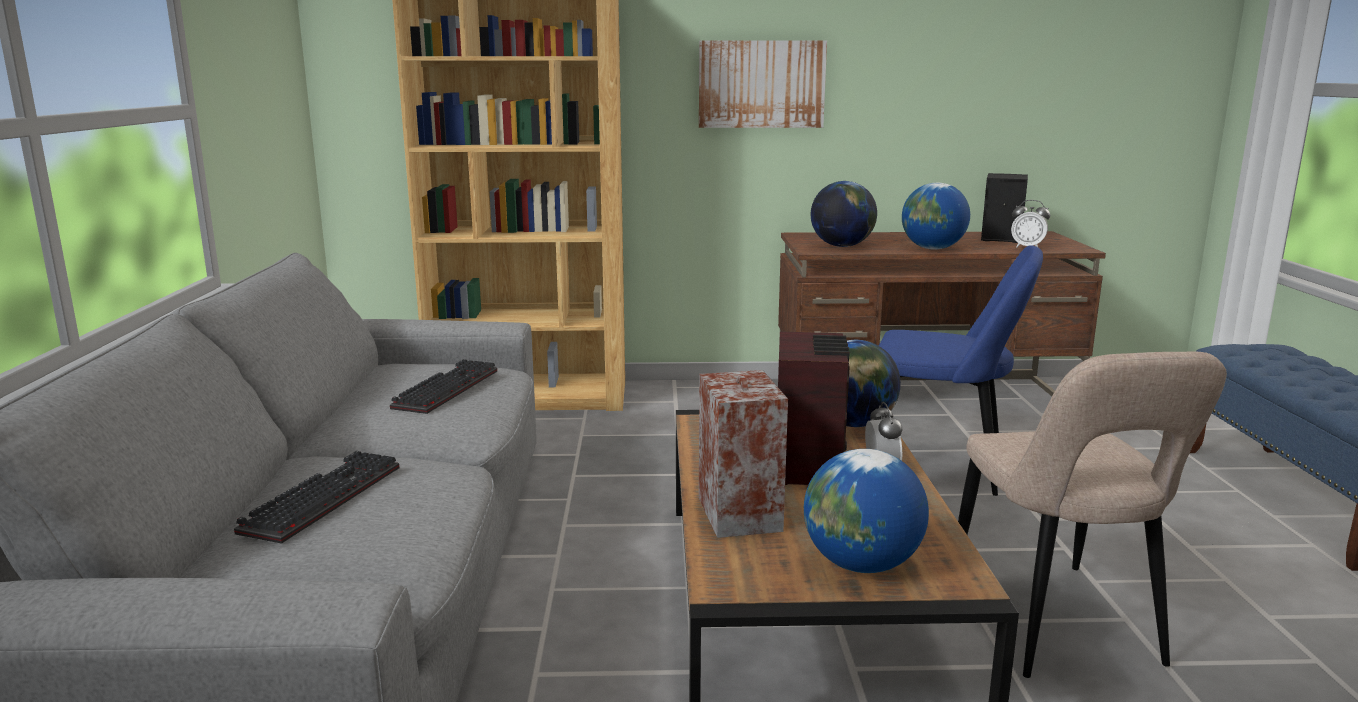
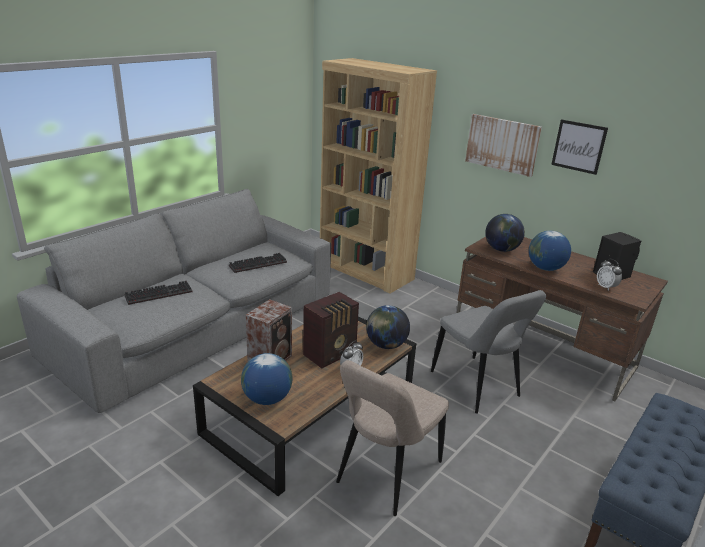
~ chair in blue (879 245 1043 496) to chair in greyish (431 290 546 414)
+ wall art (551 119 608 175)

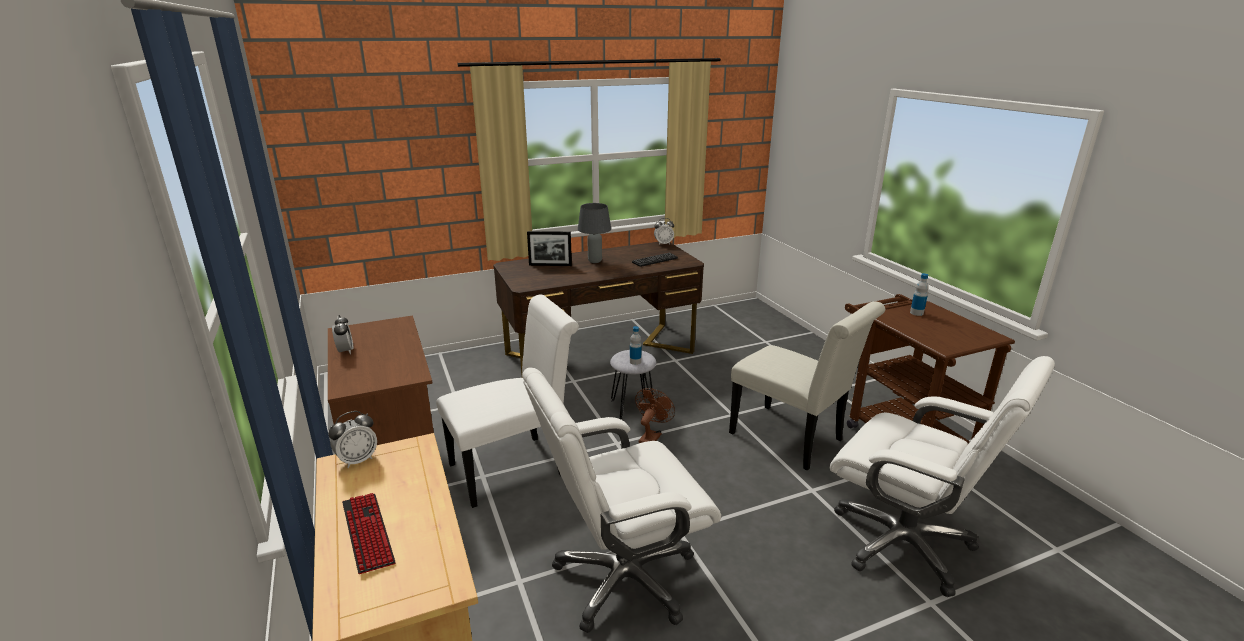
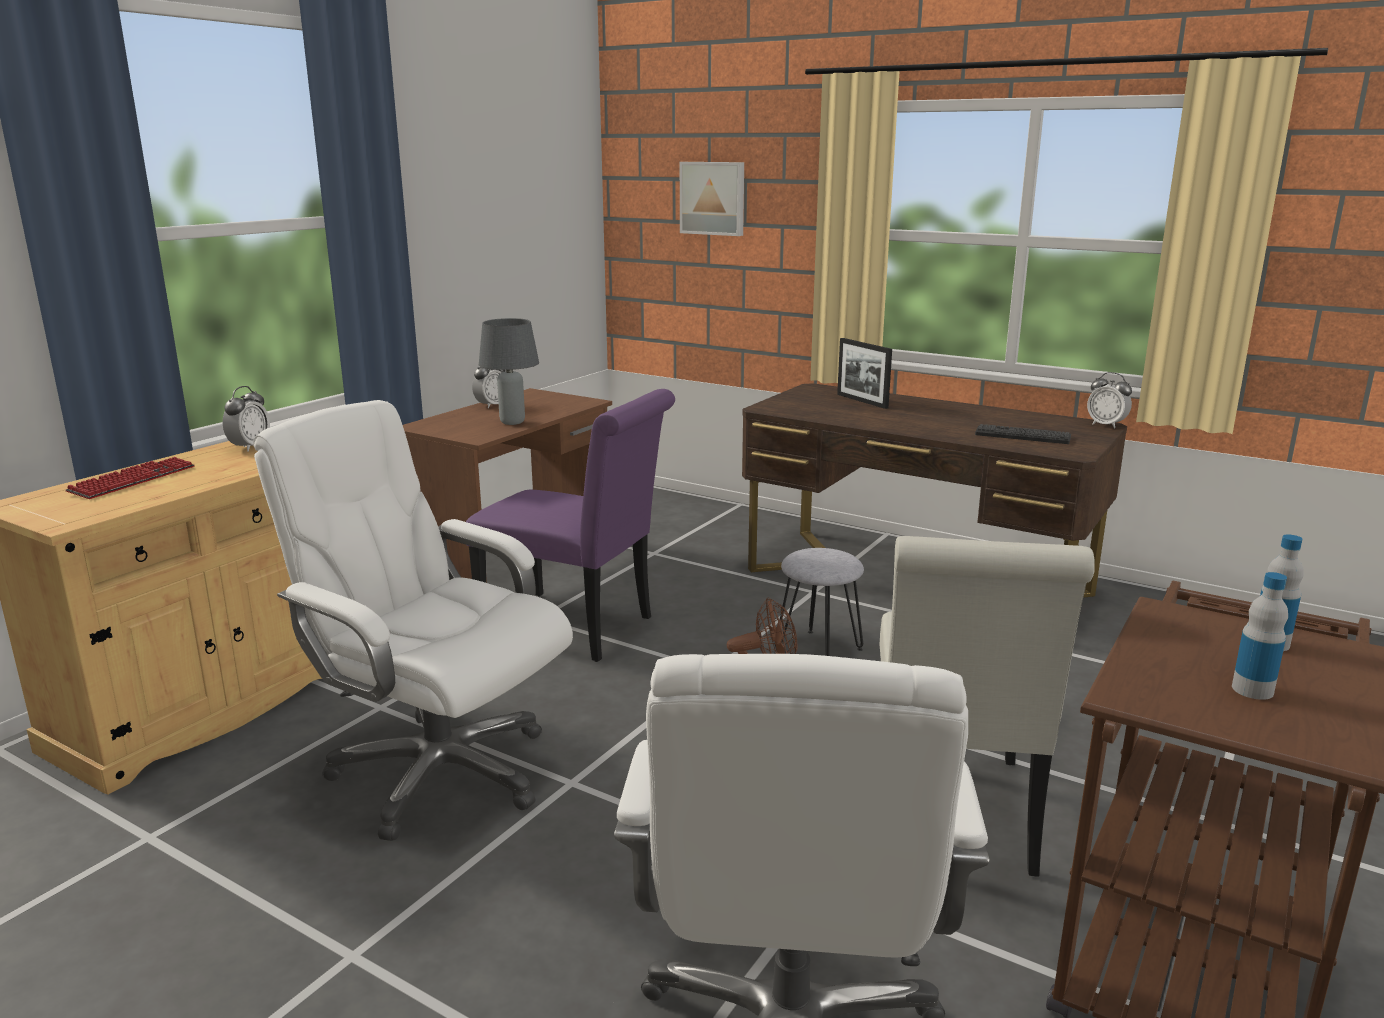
~ tabletop lamp in greyish (578 203 611 263) to (479 318 539 425)
~ chair in whitish (436 294 579 508) to chair in purple-coloured (466 389 675 662)
~ bottle (630 326 642 365) to (1232 572 1288 700)
~ bedside clock (328 411 377 468) = (223 386 270 452) 90 degrees counterclockwise
+ wall art (680 162 744 236)

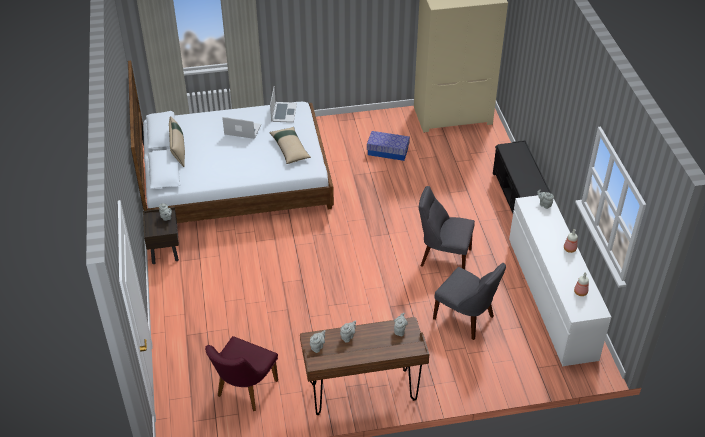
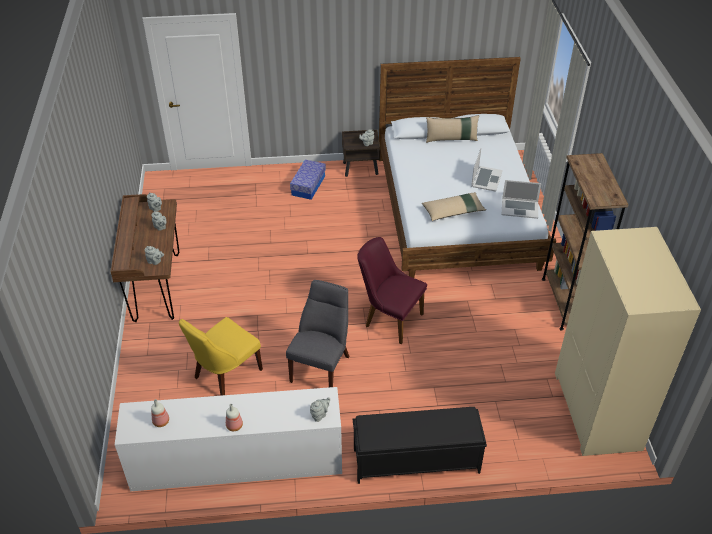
~ storage box (367 131 410 161) to (290 160 326 200)
~ chair in greyish (433 263 506 340) to chair in yellow-coloured (179 317 263 396)
~ chair in purple-coloured (205 336 278 411) to (357 237 427 344)
+ bookshelf in brownish (542 153 628 331)

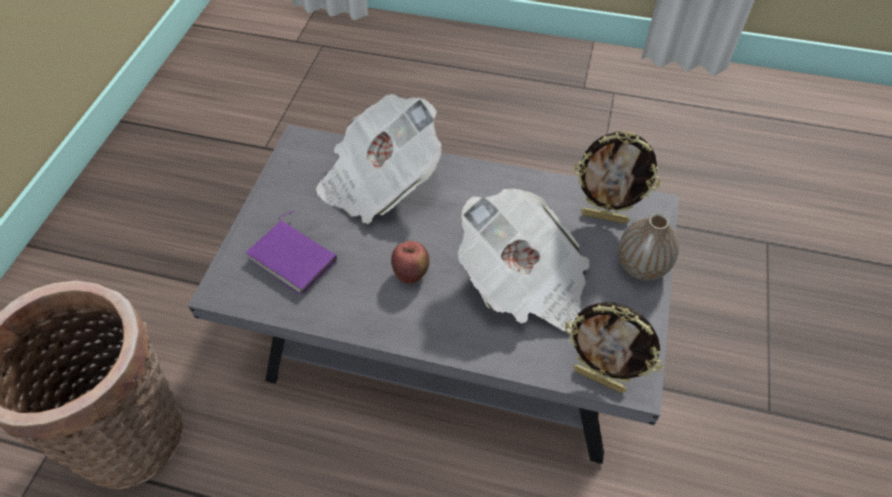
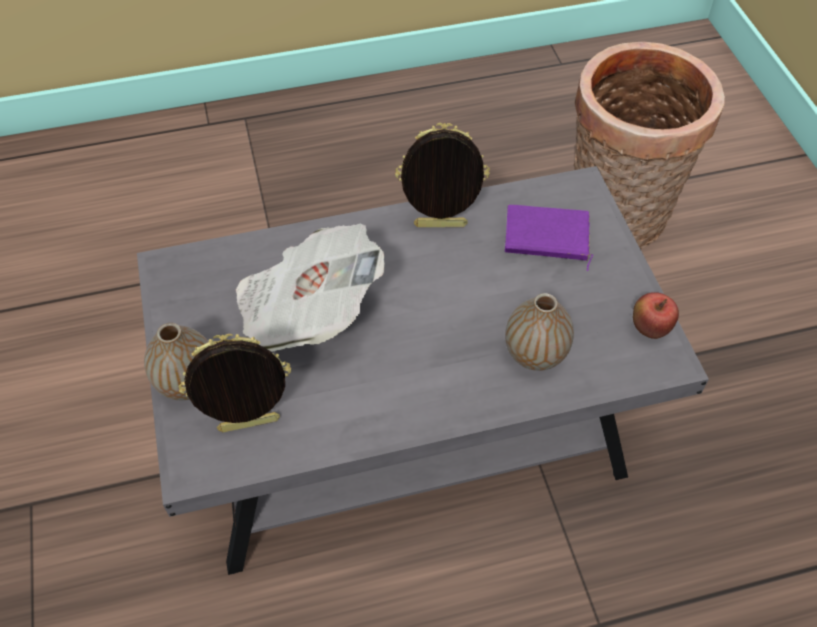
~ newspaper (316 94 442 224) to vase (505 293 574 371)
~ apple fruit (391 241 429 284) to (633 292 679 339)
~ standing frame (565 303 663 393) to (395 123 490 227)

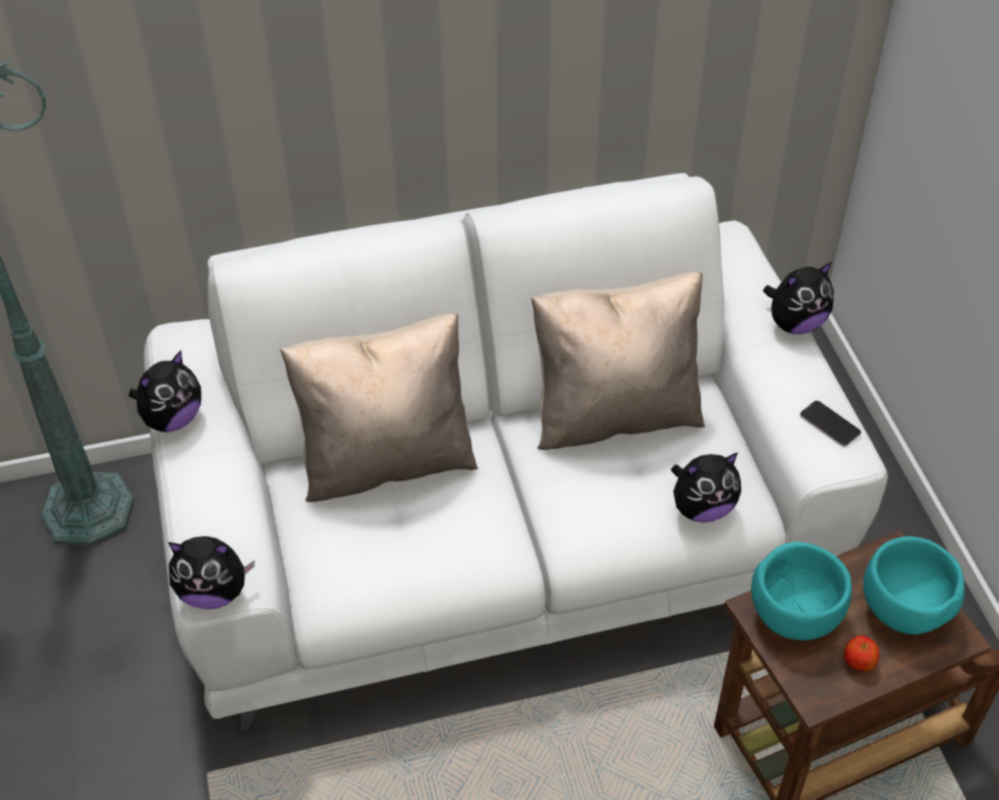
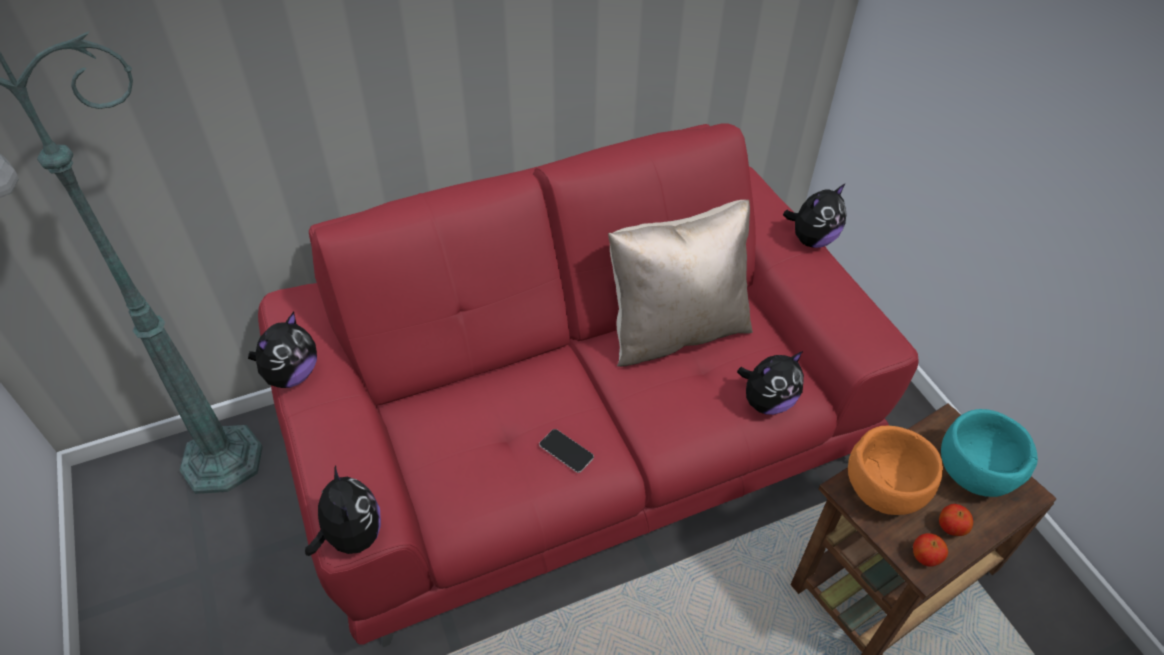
~ couch in whitish (144 173 888 732) to couch in red (258 123 919 647)
- cushion in beige (280 313 478 502)
~ phone (800 400 861 447) to (539 429 594 473)
~ plush toy (168 536 255 609) = (305 465 381 556) 105 degrees counterclockwise
~ bowl in turquoise (751 542 852 640) to bowl in orange-coloured (848 426 943 515)
+ apple fruit (913 533 948 567)

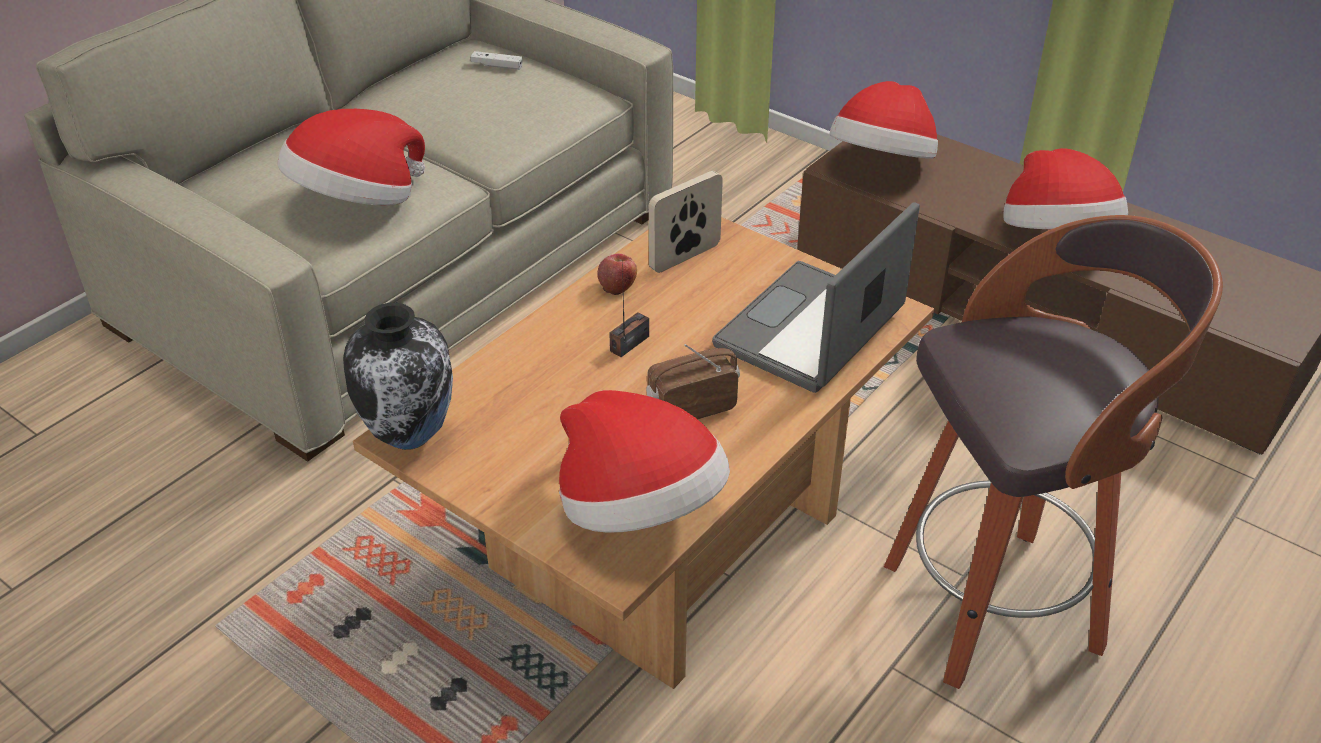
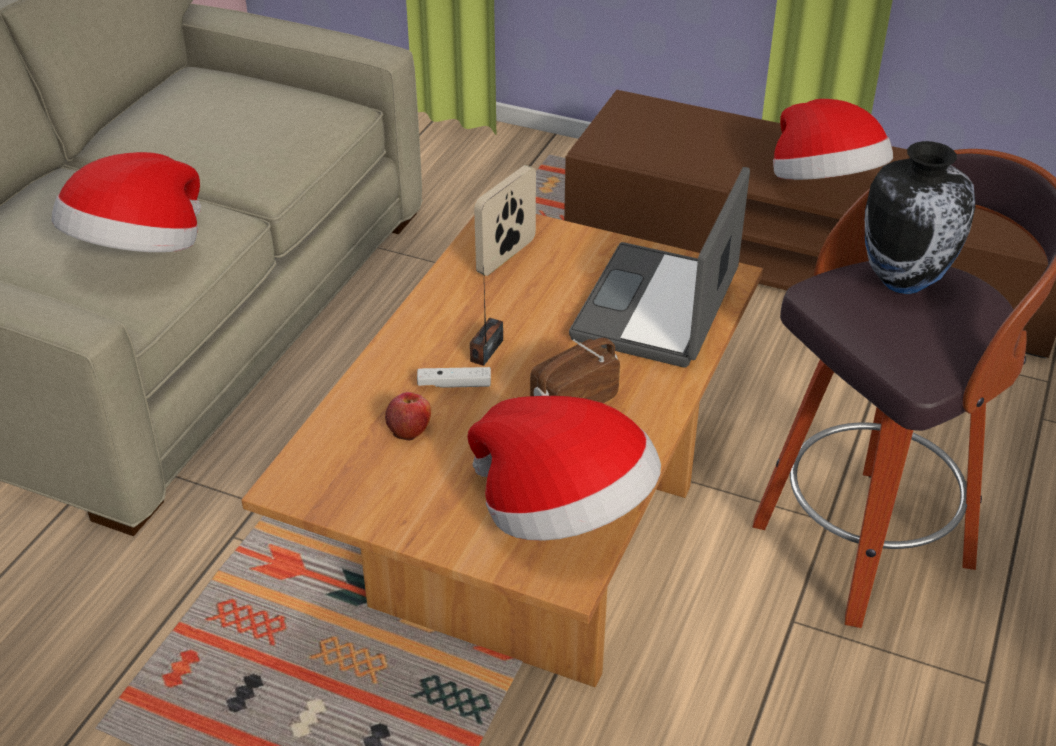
~ game controller in whitish (471 51 522 70) to (417 367 491 388)
- hat (830 81 938 159)
~ apple fruit (597 253 637 295) to (385 392 431 441)
~ vase (343 303 453 450) to (865 141 975 294)

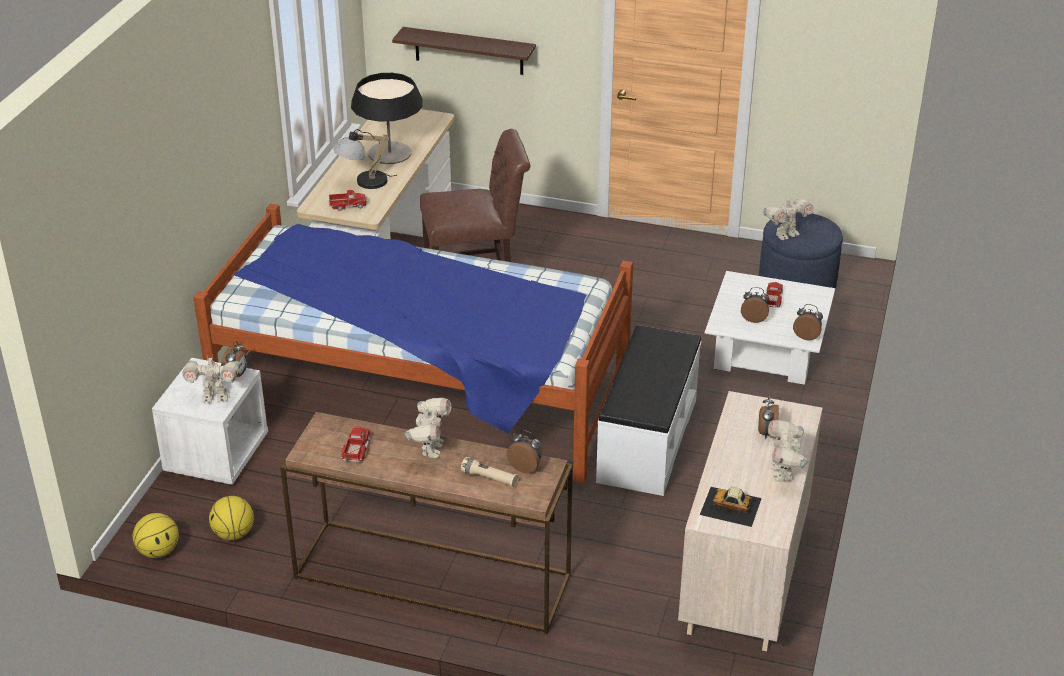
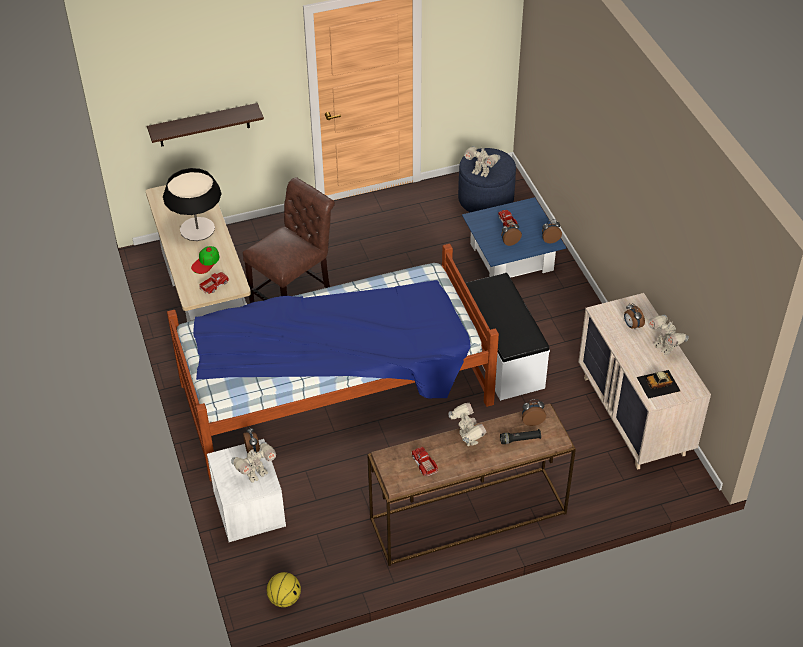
~ tabletop lamp (333 129 397 189) to cap (191 246 219 274)
~ model robot (763 198 814 240) = (464 146 500 177) 90 degrees clockwise
~ coffee table in whitish (704 271 835 385) to coffee table in blue (462 197 566 278)
~ torch in beige (461 457 518 487) to torch in blackish (500 429 541 444)
- basketball (209 496 254 540)

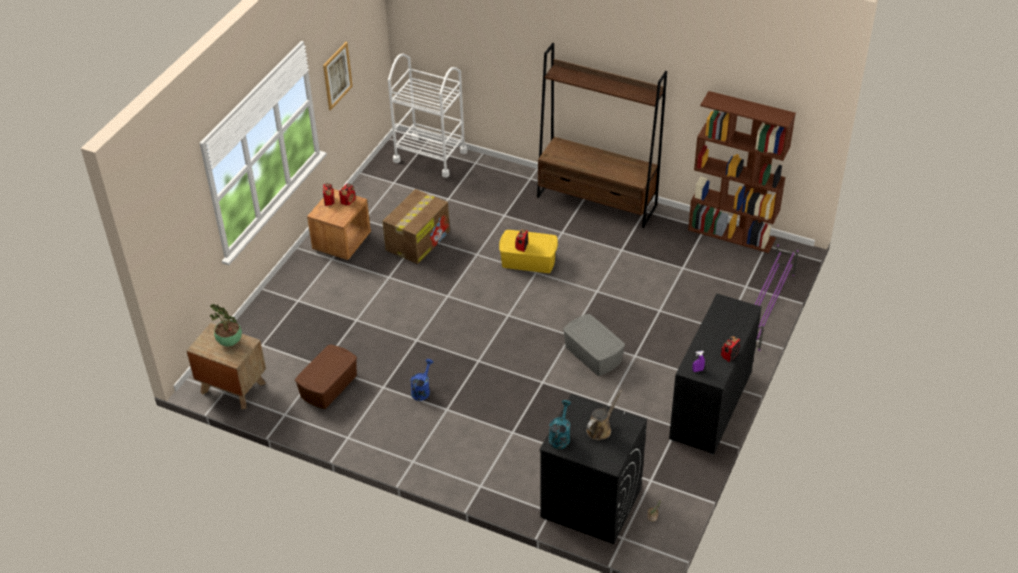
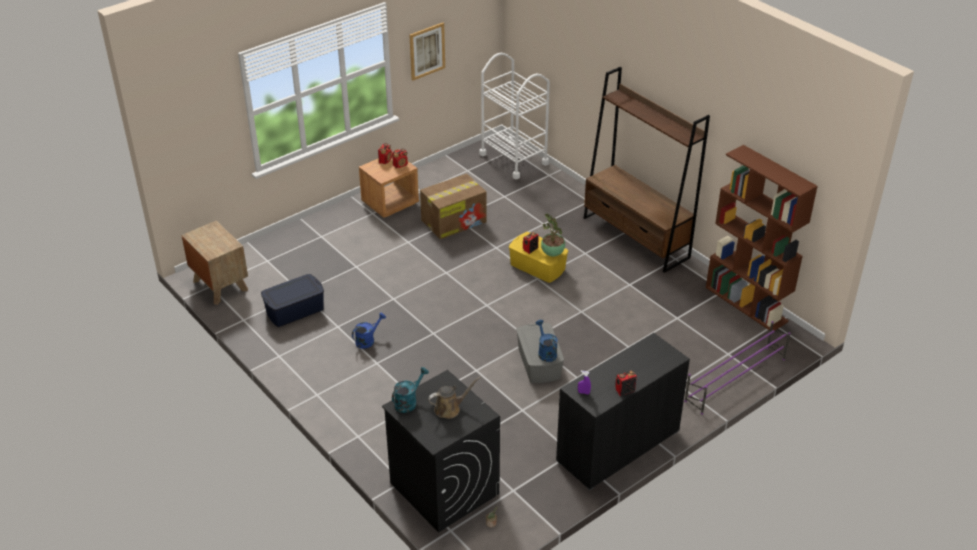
~ potted plant (210 304 242 346) to (541 214 565 257)
~ storage box in brownish (295 345 357 409) to storage box in blue (261 274 324 327)
+ watering pot in blue (536 320 558 362)

